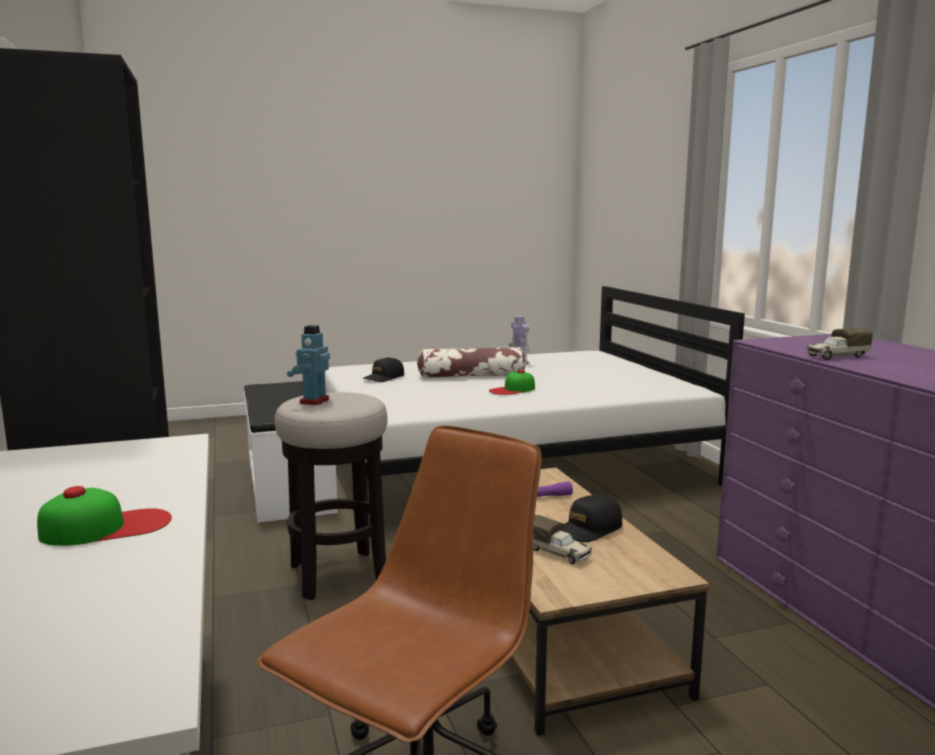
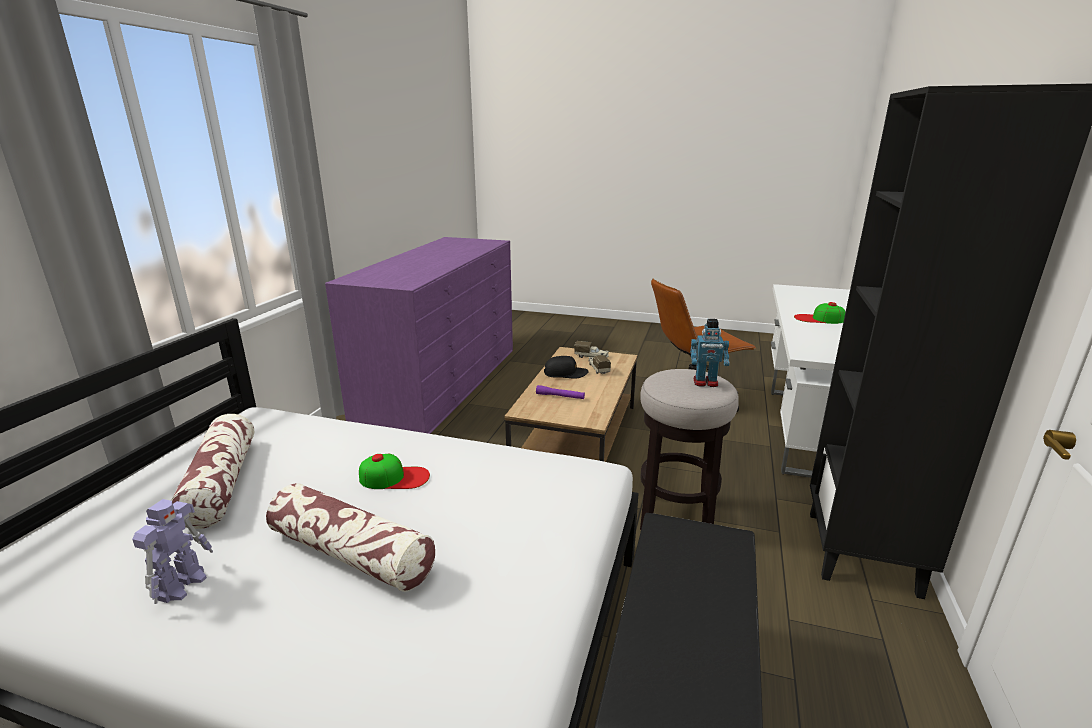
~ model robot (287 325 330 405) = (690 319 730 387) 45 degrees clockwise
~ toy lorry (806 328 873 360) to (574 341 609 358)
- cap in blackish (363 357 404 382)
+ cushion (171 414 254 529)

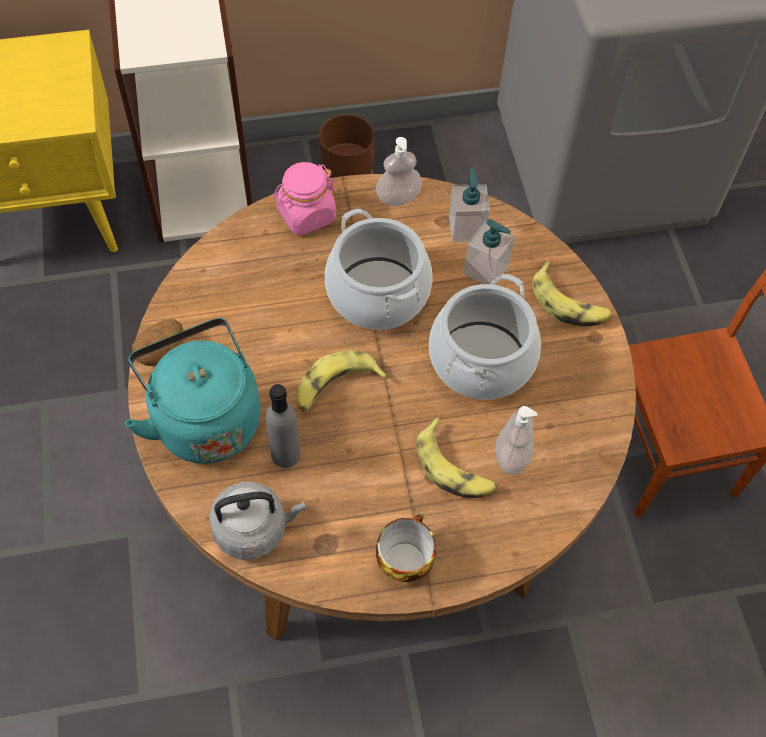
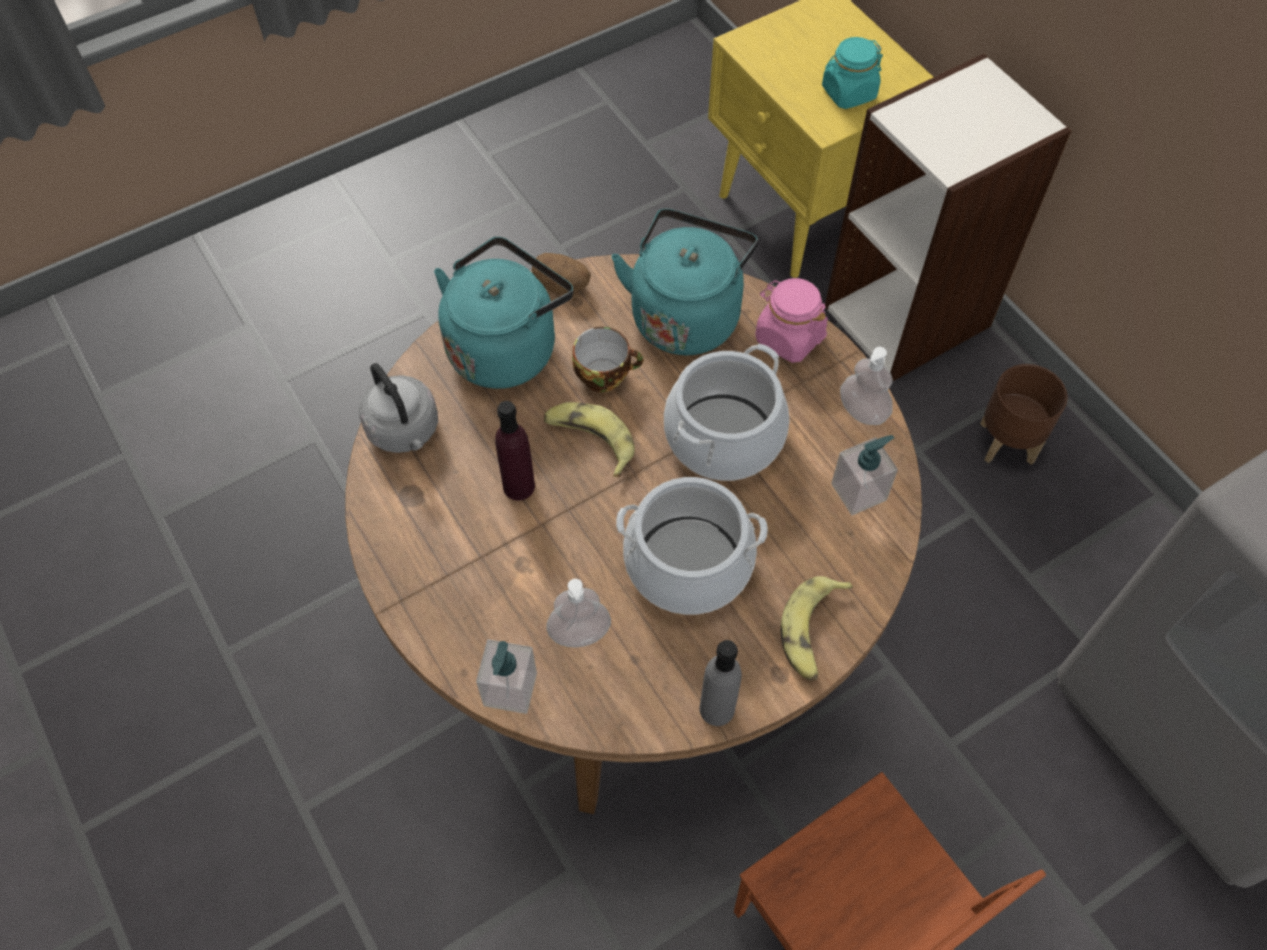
~ liquid soap bottle (464 219 515 284) to (476 639 537 714)
~ bottle in greyish (266 384 300 468) to (700 640 742 726)
- whole banana (416 418 497 498)
~ cup (376 513 436 582) to (572 327 643 392)
+ jar in turquoise (822 37 883 109)
+ tea kettle in turquoise (611 209 758 355)
+ bottle in purple-coloured (495 401 535 500)

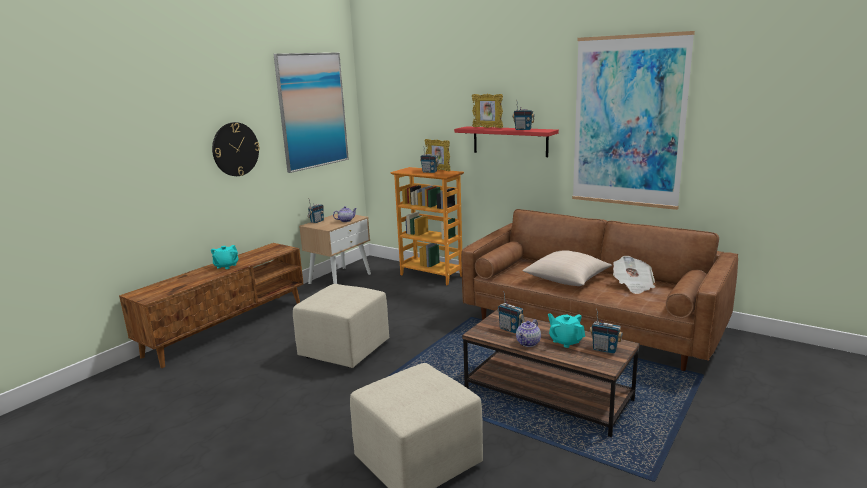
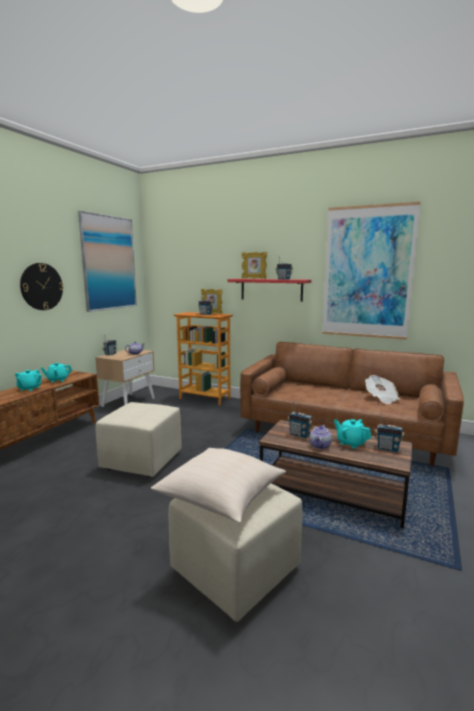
~ cushion in beige (522 250 612 286) to (151 448 286 523)
+ pot for tea in turquoise (41 363 72 382)

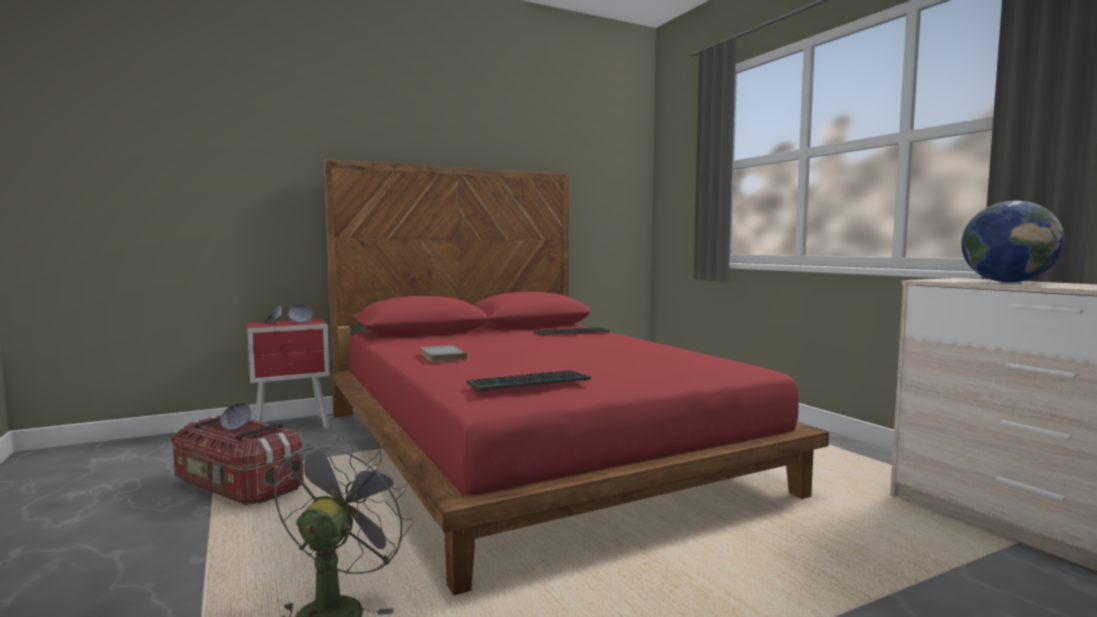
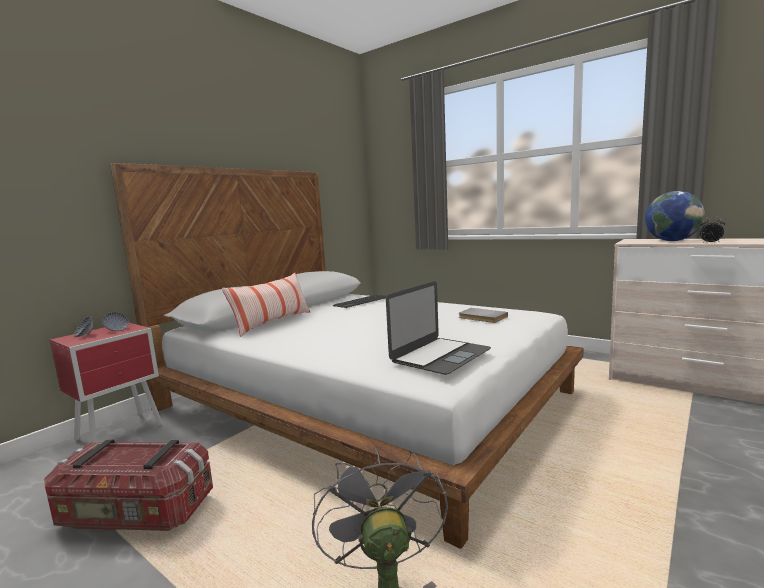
~ bed in red (324 159 829 595) to bed in whitish (110 163 584 549)
~ volume in greyish (420 345 467 362) to (459 308 508 323)
~ keyboard (466 370 591 392) to portable computer (386 281 491 375)
- bowl (220 403 251 430)
+ bedside clock (700 216 725 243)
+ cushion (222 273 310 337)

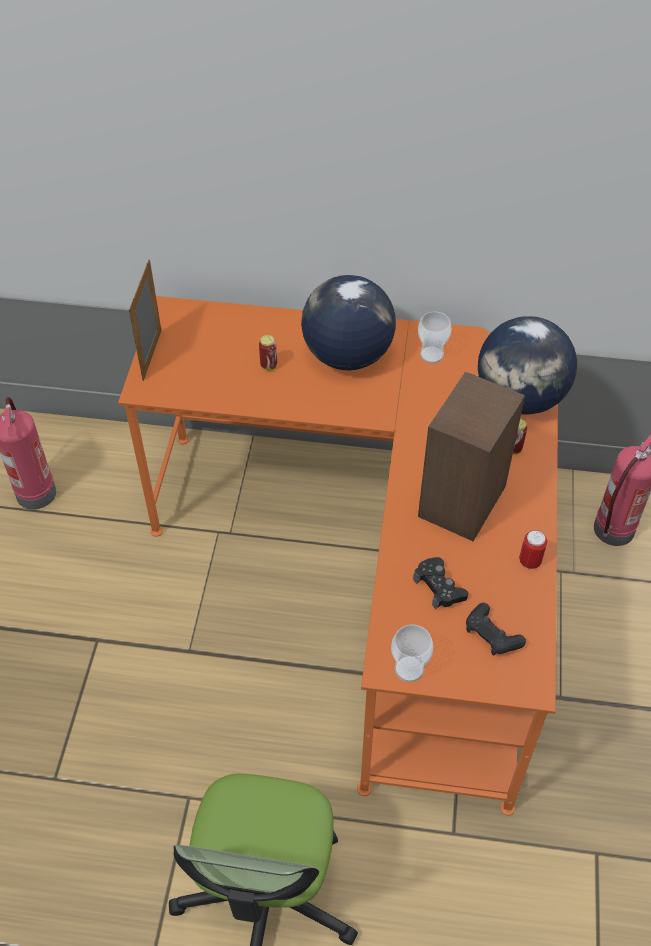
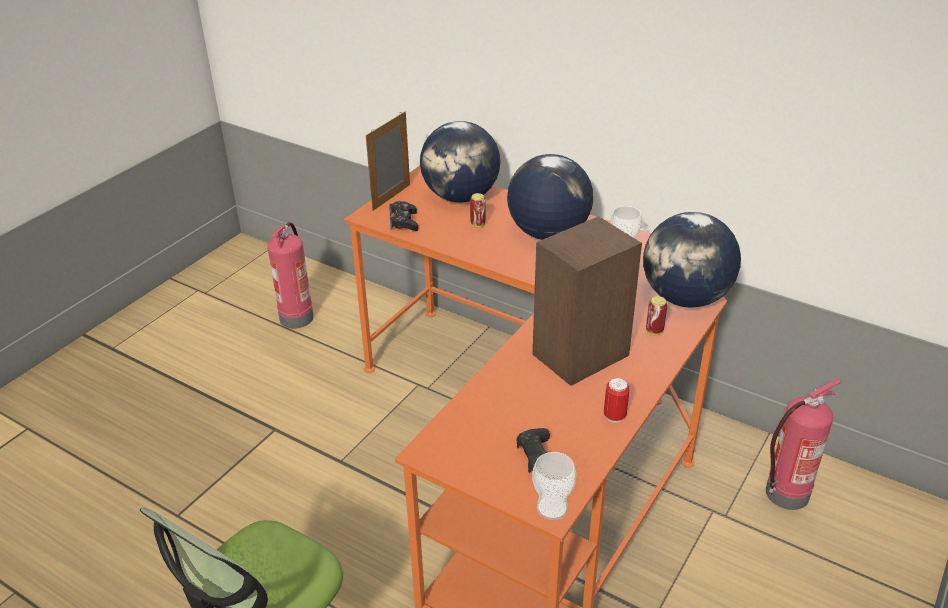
~ game controller in blackish (413 557 468 610) to (389 201 418 231)
~ cup (391 625 433 682) to (532 452 576 520)
+ desk globe (420 121 500 202)

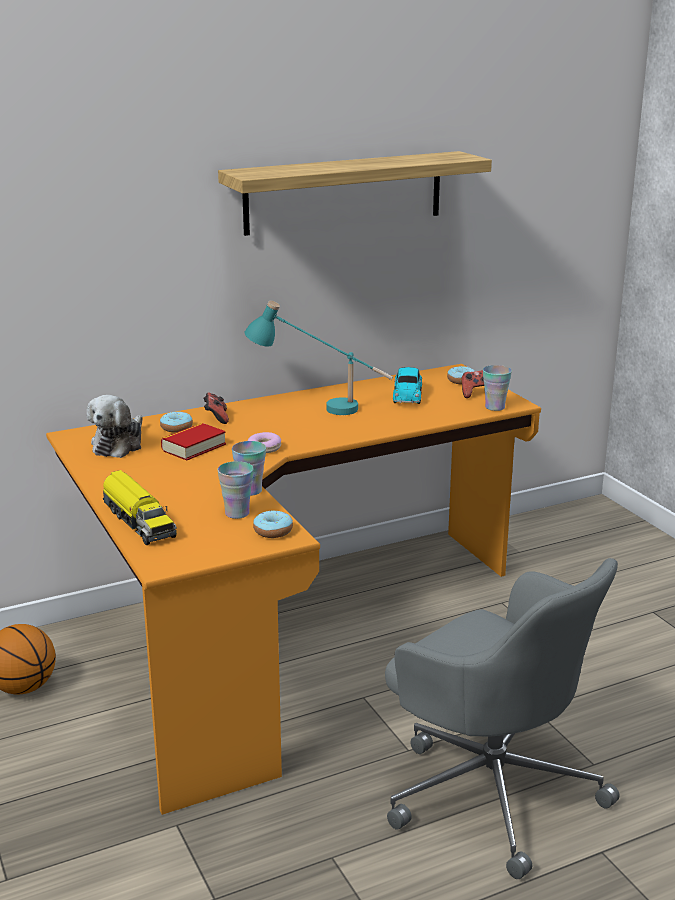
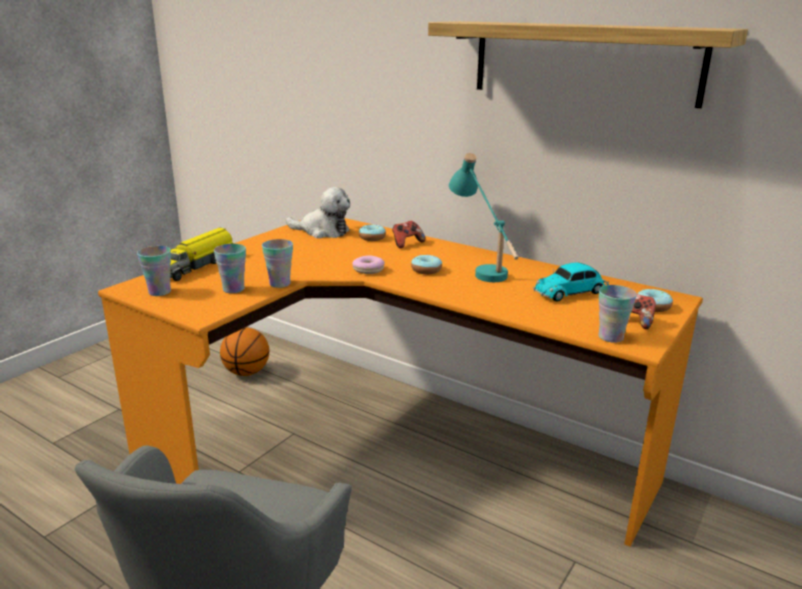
~ plush toy (87 395 143 458) = (286 187 350 238) 150 degrees counterclockwise
- volume (161 423 226 461)
~ doughnut (253 510 293 538) to (411 255 442 274)
+ cup (137 246 171 296)

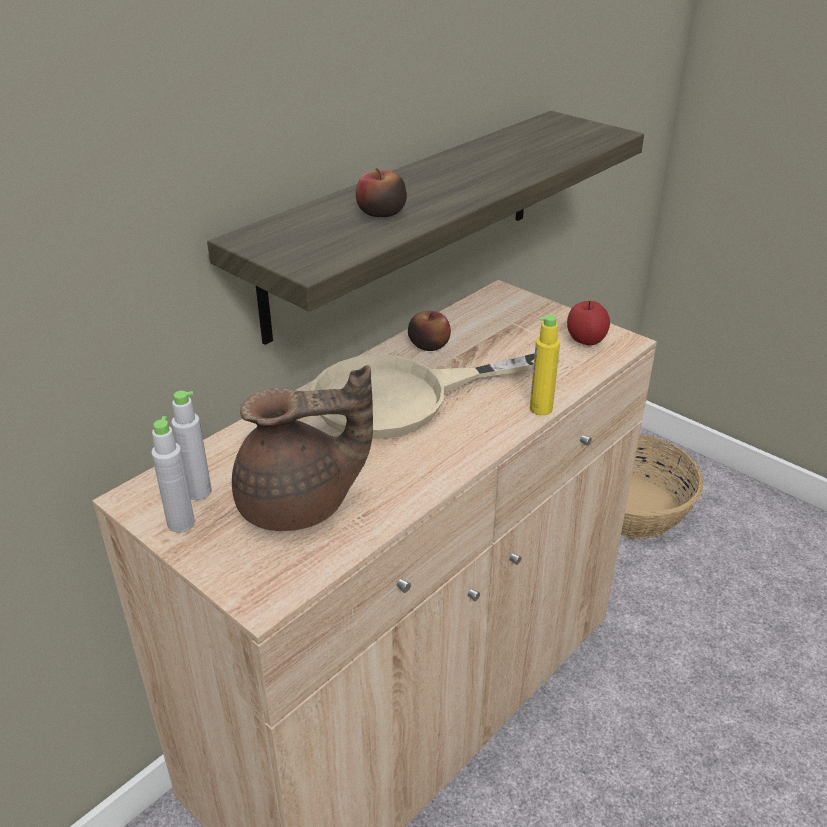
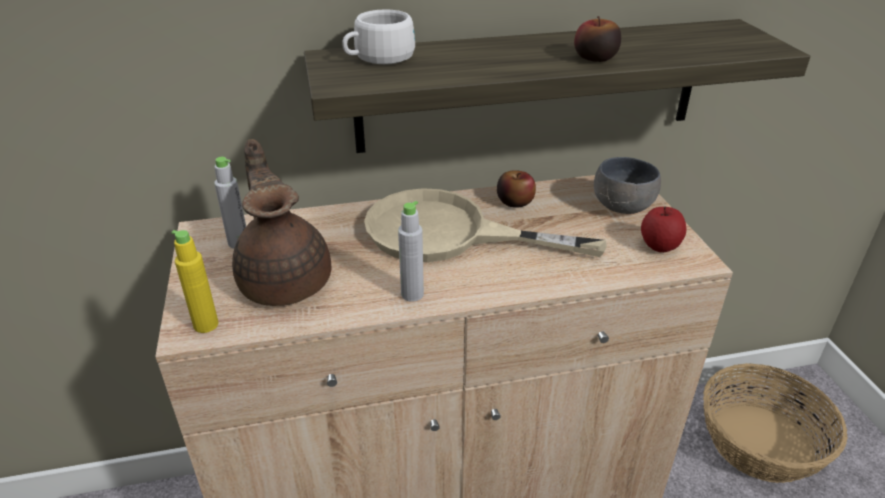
~ apple fruit (356 168 407 217) to (574 16 621 62)
~ bottle in yellow-coloured (530 315 560 415) to (171 230 219 333)
~ pot for tea in brownish (232 365 373 531) = (232 139 332 306) 135 degrees counterclockwise
~ bottle in greyish (151 416 195 532) to (398 201 424 302)
+ cup in whitish (342 9 415 64)
+ bowl in greyish (594 157 661 214)

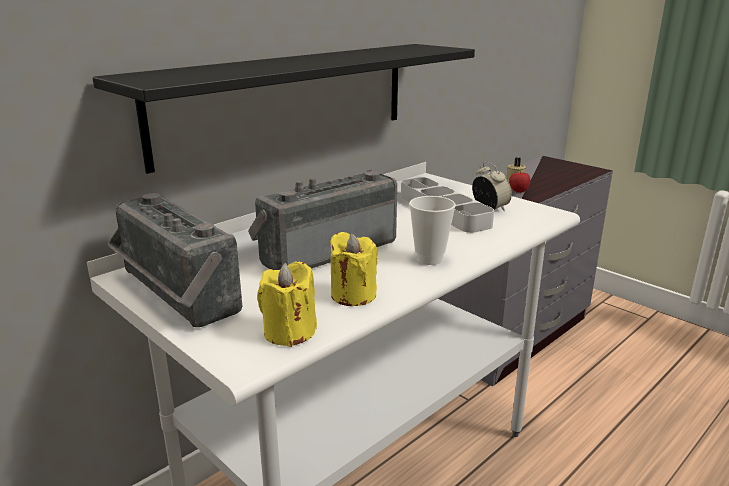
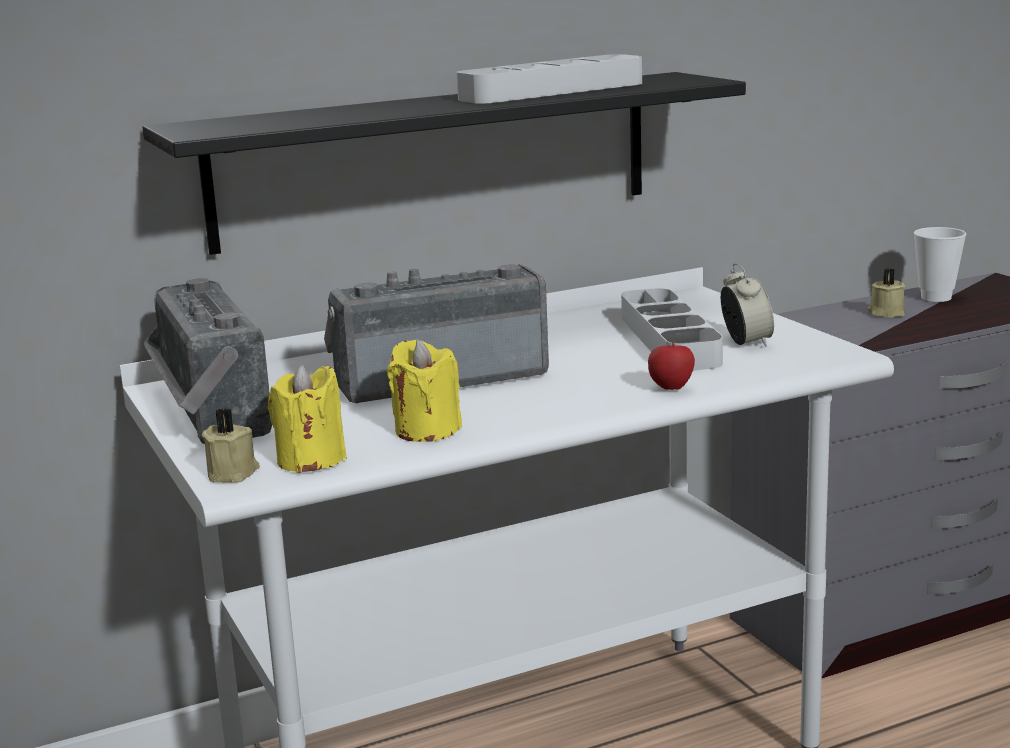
~ apple fruit (509 171 530 193) to (648 342 695 390)
~ cup (409 196 456 265) to (914 227 966 302)
+ serving tray in greyish (457 54 642 104)
+ wax light in beige (202 408 260 483)

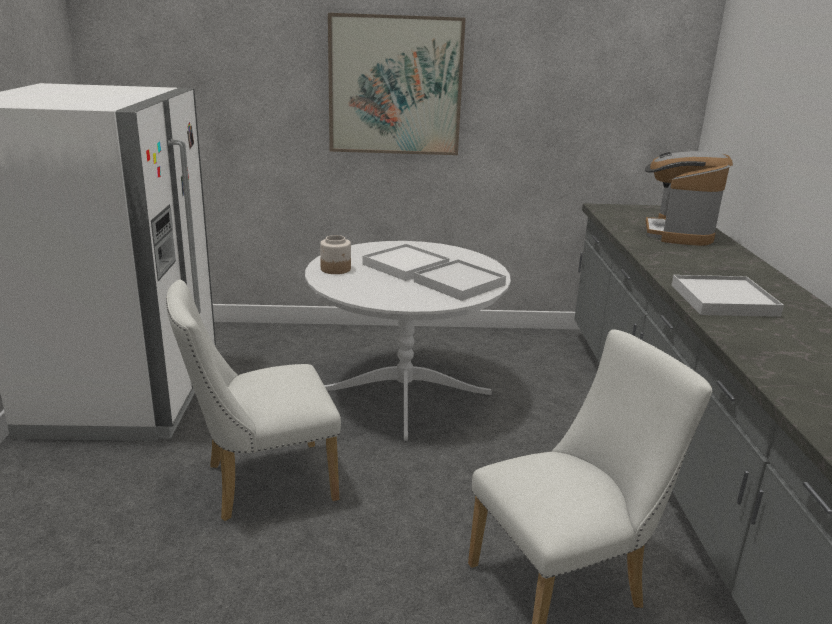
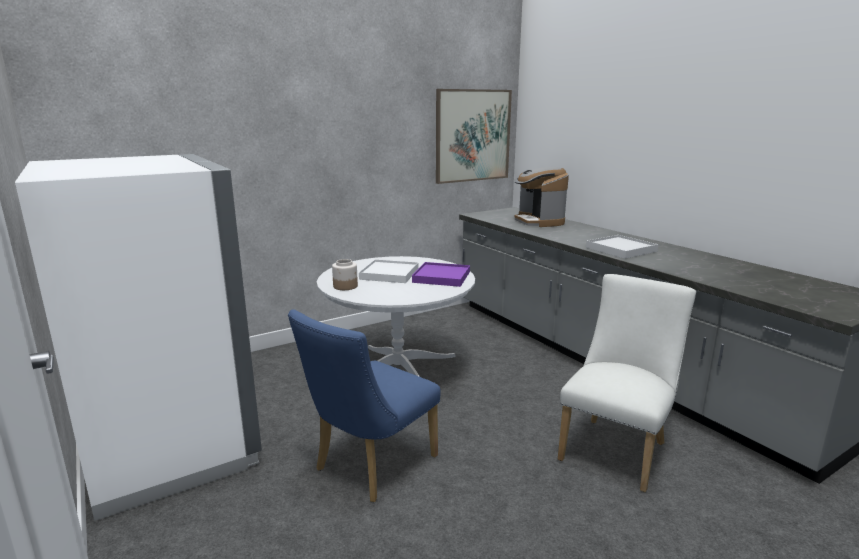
~ wall art (328 13 466 155) to (436 89 512 184)
~ serving tray in whitish (414 259 506 301) to serving tray in purple-coloured (412 262 470 287)
~ chair in whitish (166 280 341 521) to chair in blue (288 309 441 502)

